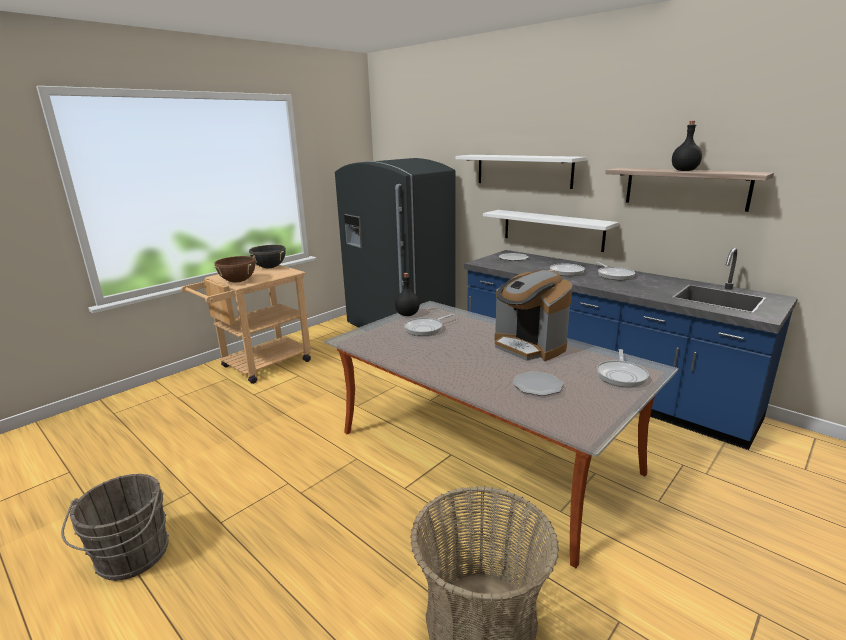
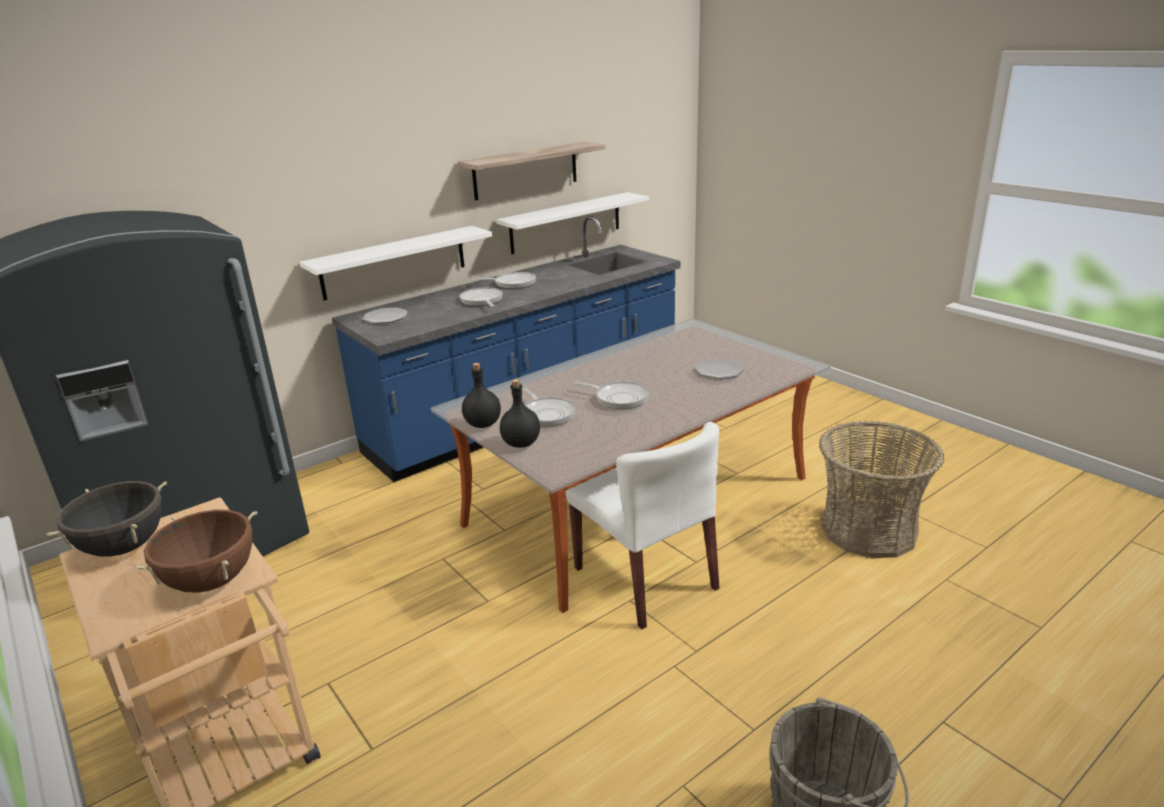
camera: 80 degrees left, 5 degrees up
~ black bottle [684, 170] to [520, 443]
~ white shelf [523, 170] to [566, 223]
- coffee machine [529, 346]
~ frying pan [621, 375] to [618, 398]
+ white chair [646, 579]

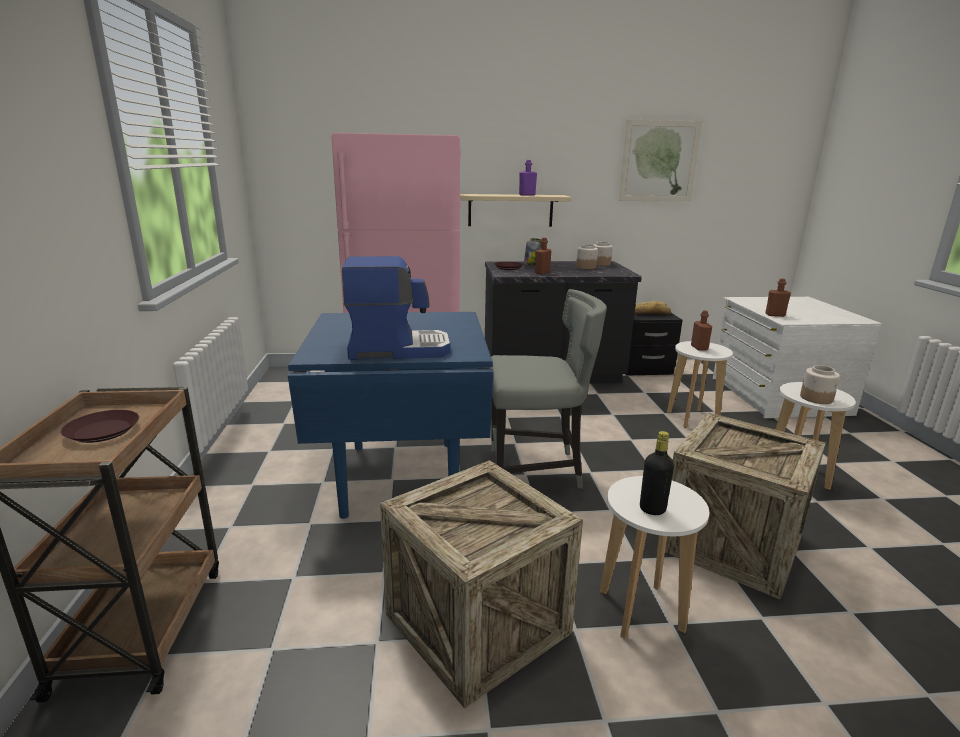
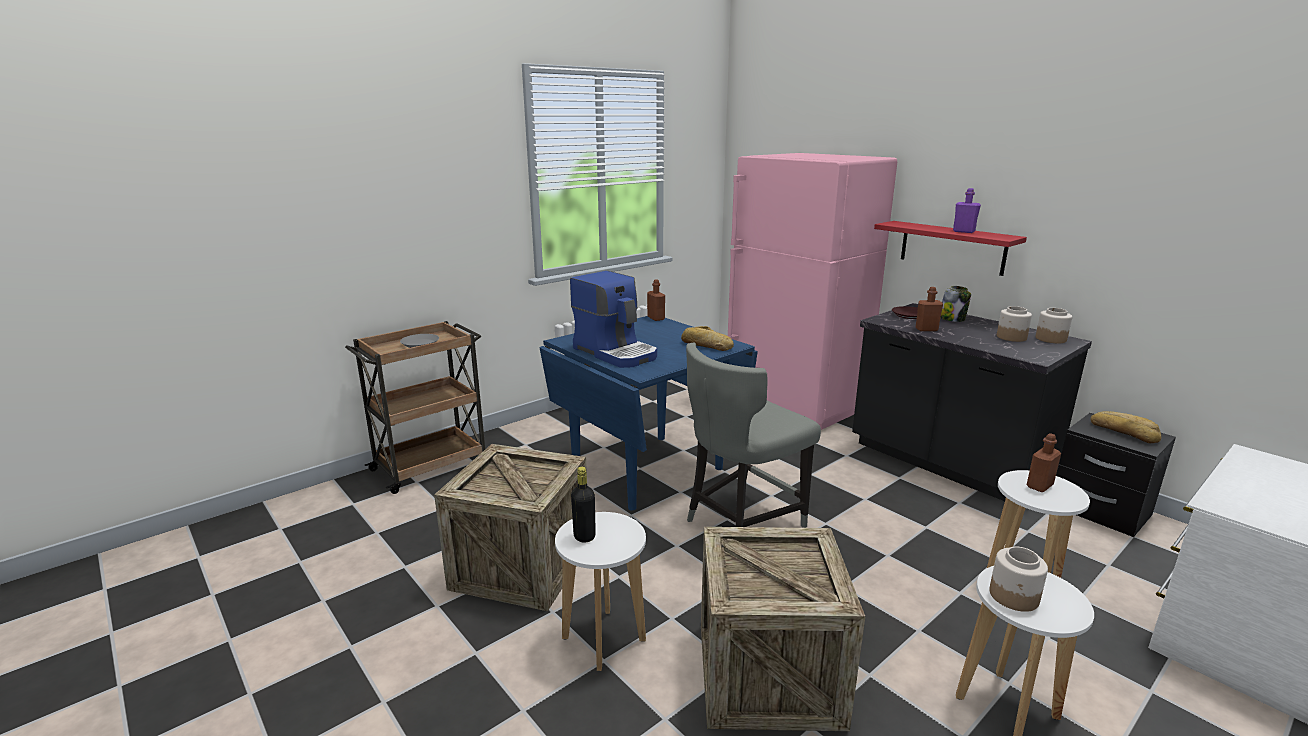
camera: 55 degrees right, 0 degrees up
- picture [659, 161]
~ beige shelf [510, 210] to red shelf [952, 247]
~ brown bottle [775, 315] to [656, 318]
~ grey chair [536, 470] = [741, 522] 90 degrees clockwise
~ brown plate [102, 431] to grey plate [420, 344]
+ bread [706, 345]

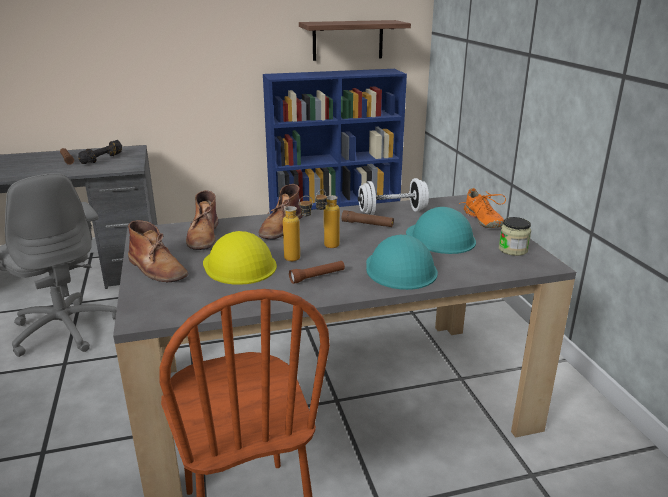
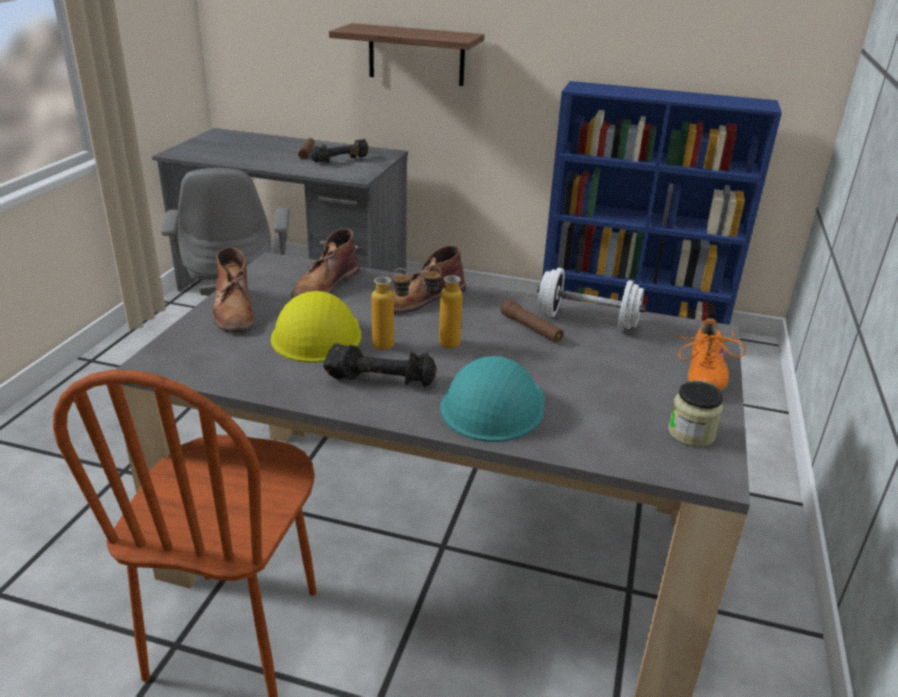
camera: 30 degrees right, 5 degrees up
~ shelf [347, 40] to [416, 55]
- turquoise hard hat [440, 238]
~ brown flashlight [317, 277] to black dumbbell [381, 380]

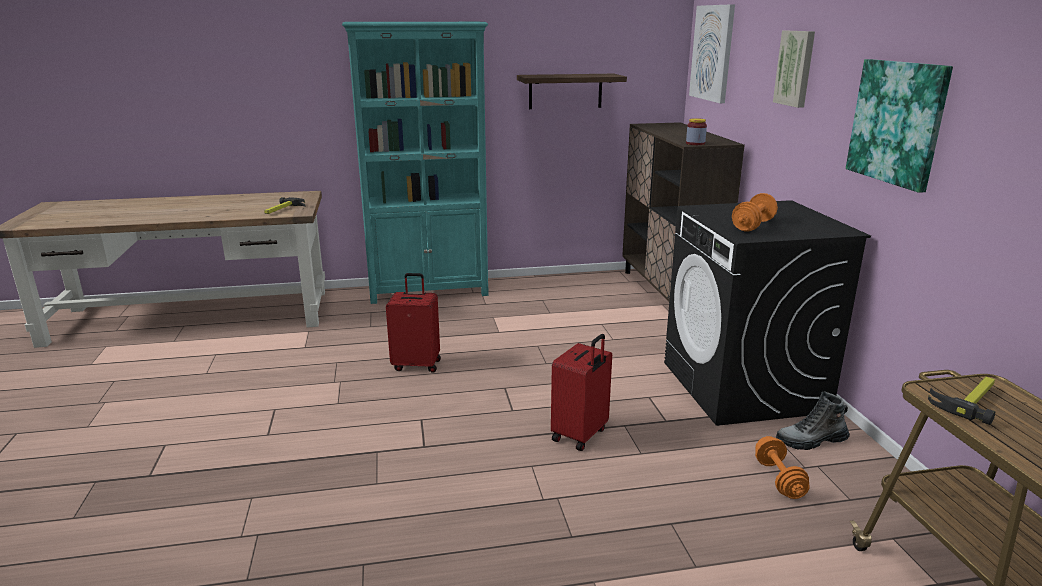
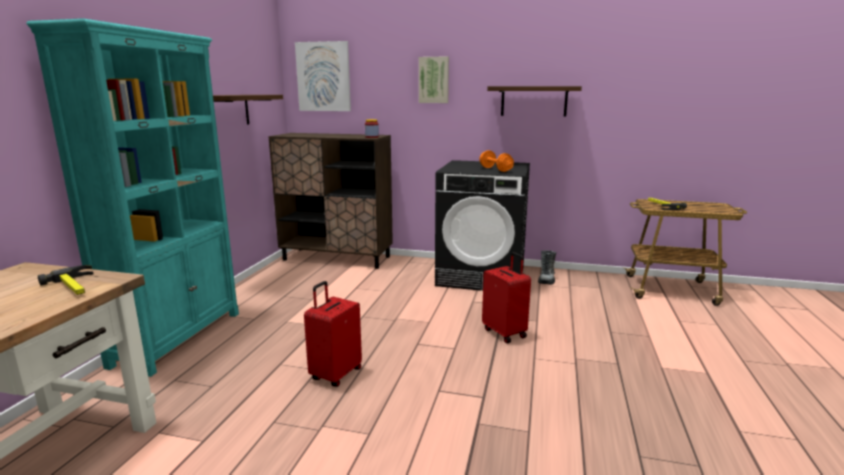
camera: 65 degrees left, 5 degrees down
~ picture [897, 122] to shelf [533, 101]
- orange dumbbell [779, 479]

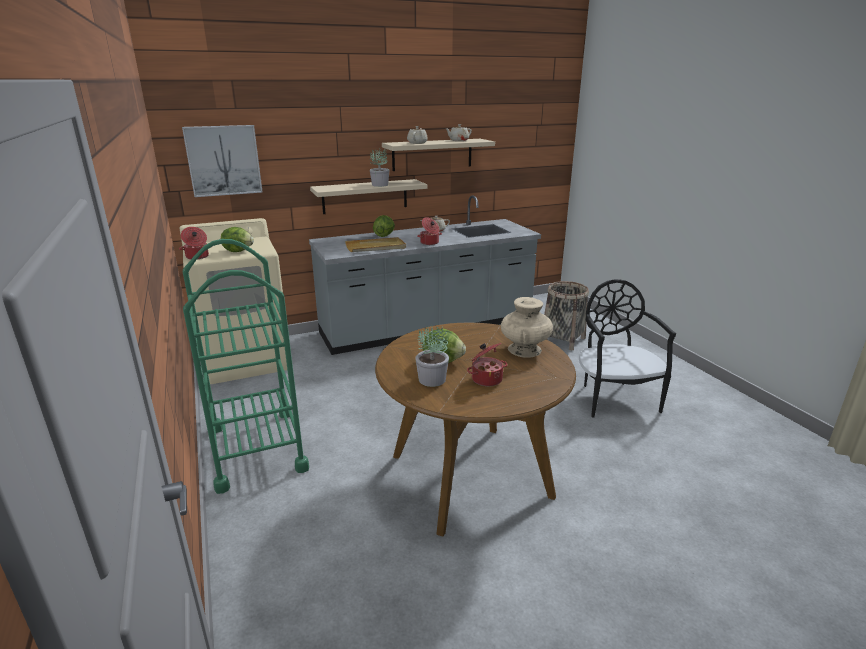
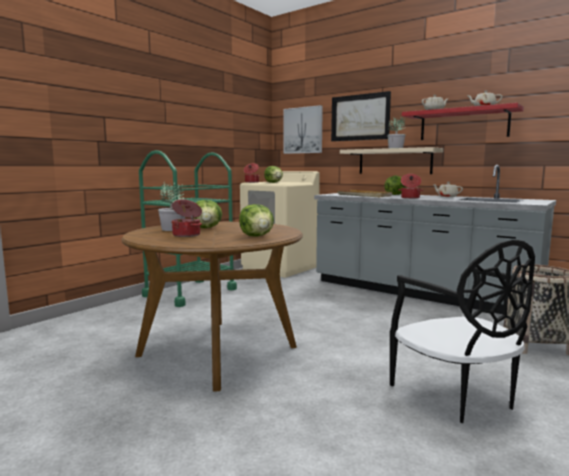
camera: 60 degrees right, 15 degrees down
~ beige shelf [432, 154] to red shelf [463, 124]
~ black chair [614, 398] = [456, 395] 105 degrees clockwise
~ beige vase [524, 349] to lettuce [257, 236]
+ picture [360, 117]

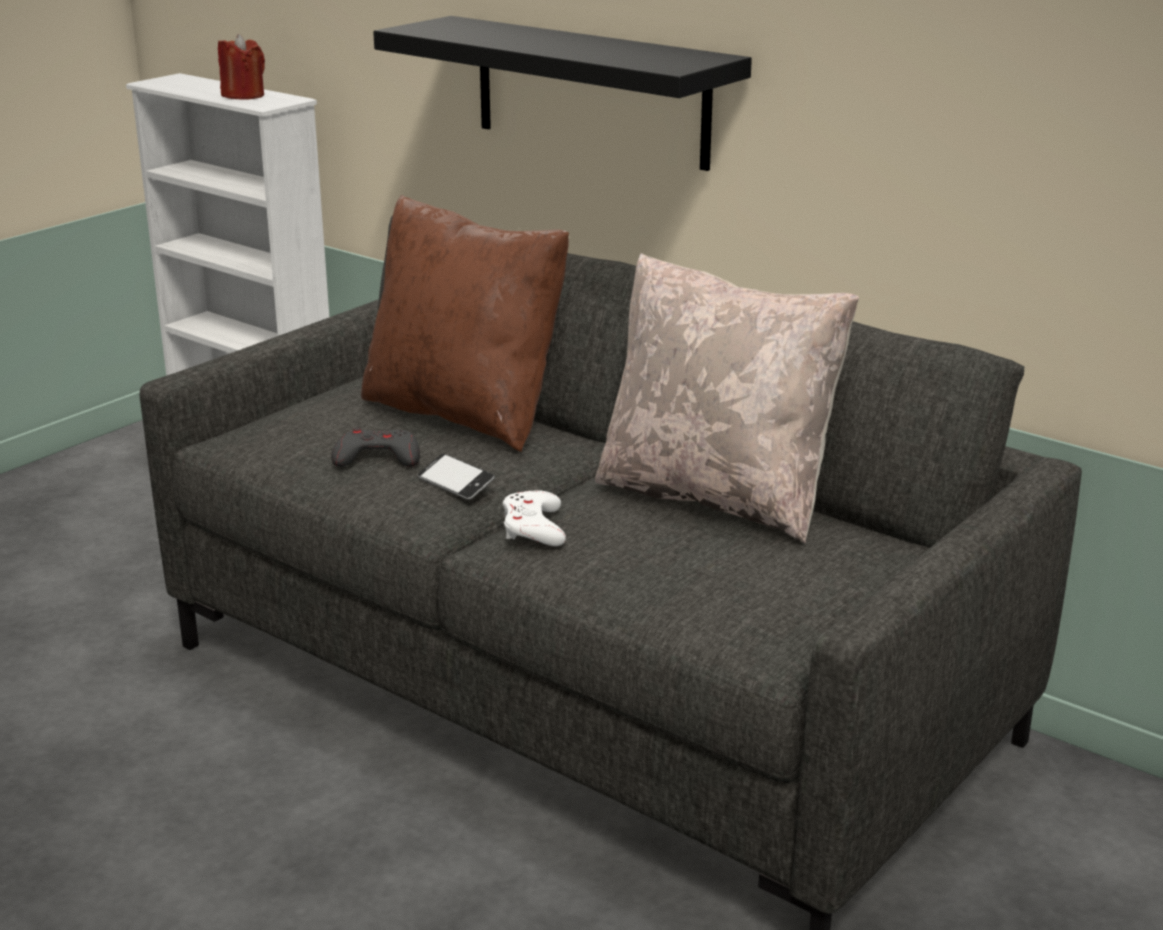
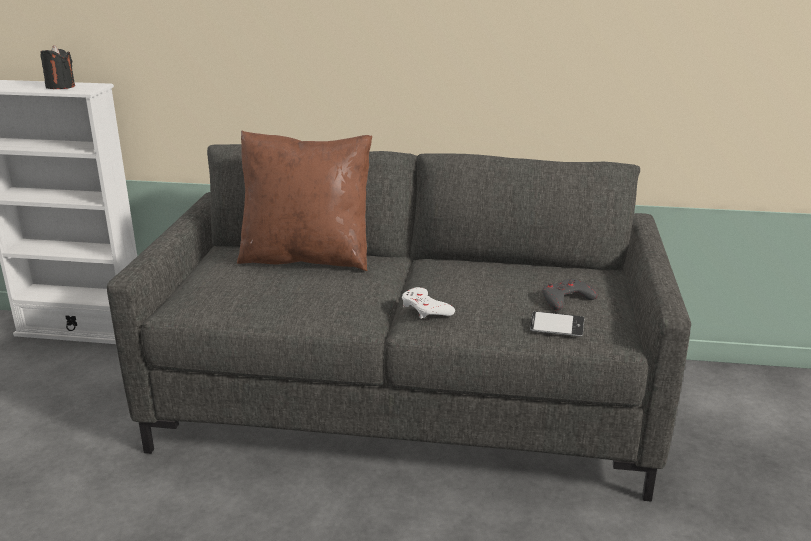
camera: 30 degrees left, 0 degrees up
- black shelf [591, 92]
~ red candle [243, 95] to black candle [60, 86]
- beige pillow [717, 496]
~ grey game controller [377, 457] to [566, 299]
~ phone [456, 483] to [556, 328]

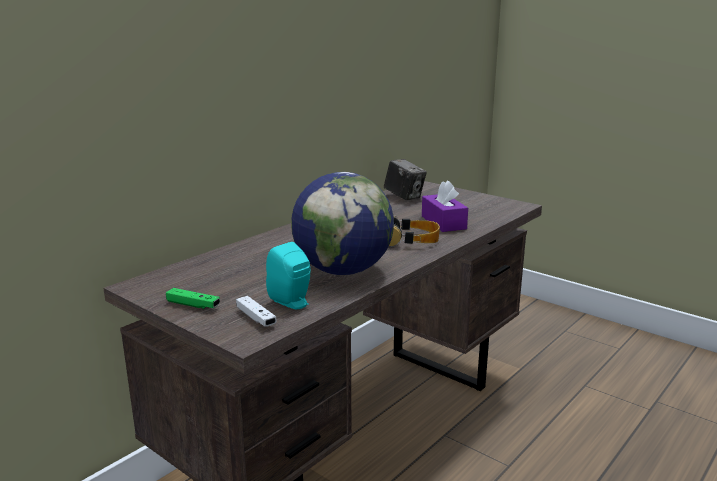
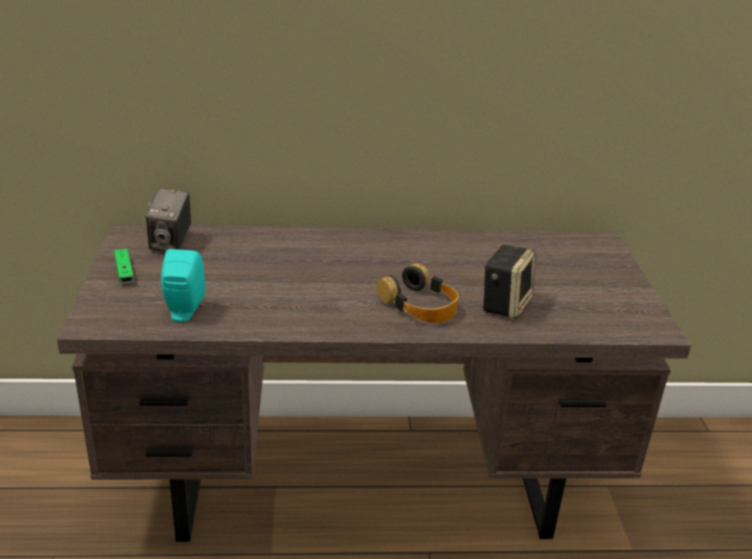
camera: 45 degrees right, 10 degrees up
~ photo camera [404, 197] to [171, 243]
- globe [343, 270]
~ purple tissue box [443, 222] to speaker [505, 304]
- white game controller [256, 318]

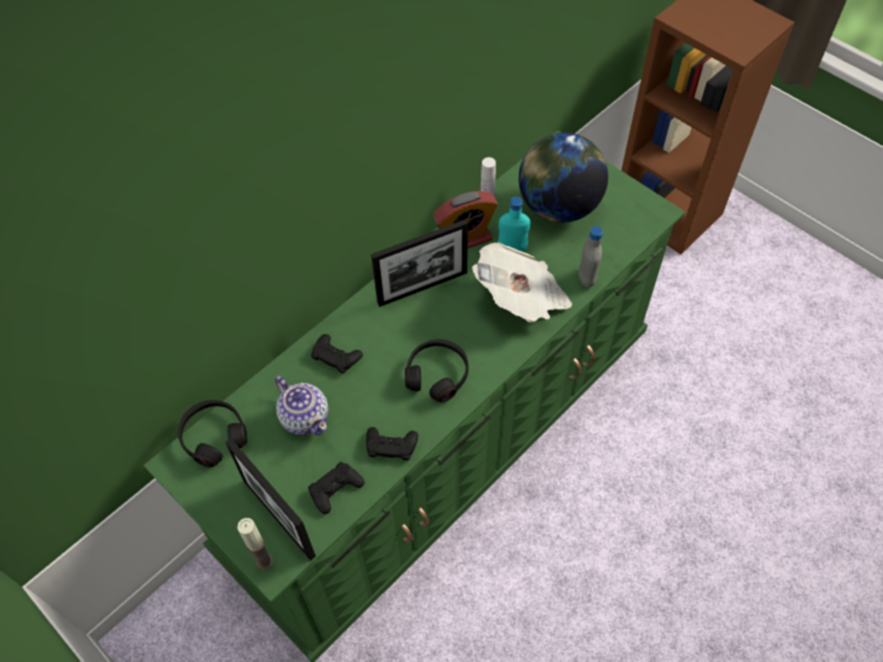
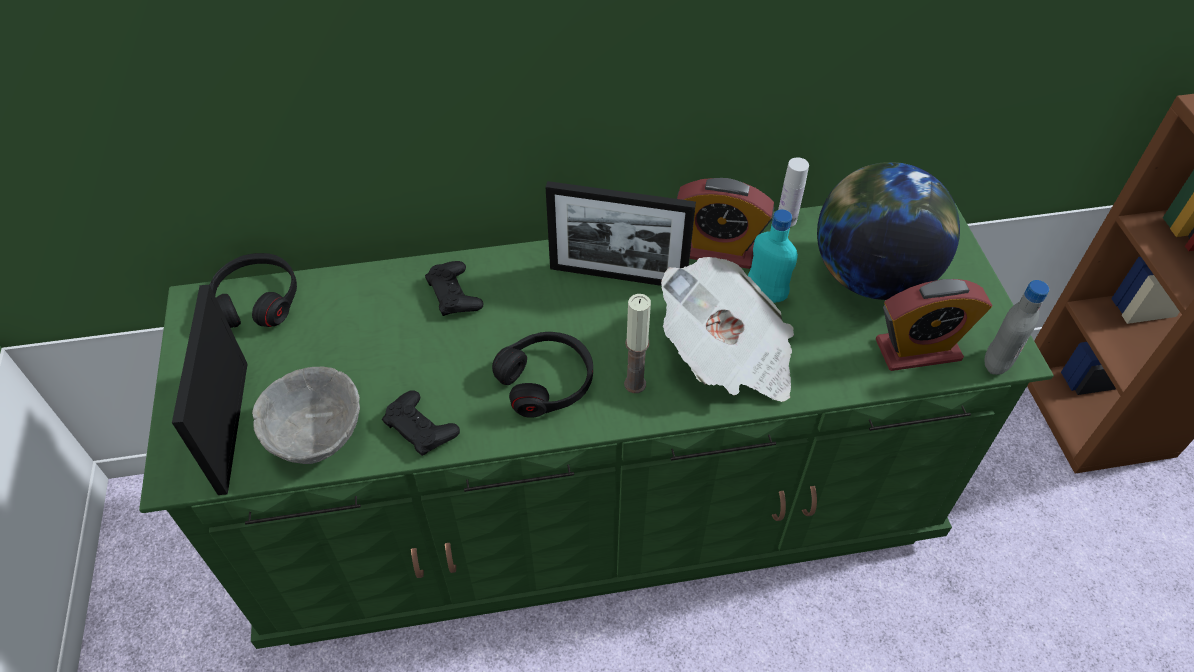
camera: 35 degrees right, 5 degrees down
~ grey bottle [586, 278] to [997, 362]
- teapot [305, 417]
~ black game controller [335, 489] to grey bowl [318, 435]
~ candle [264, 561] to [635, 384]
+ alarm clock [918, 350]

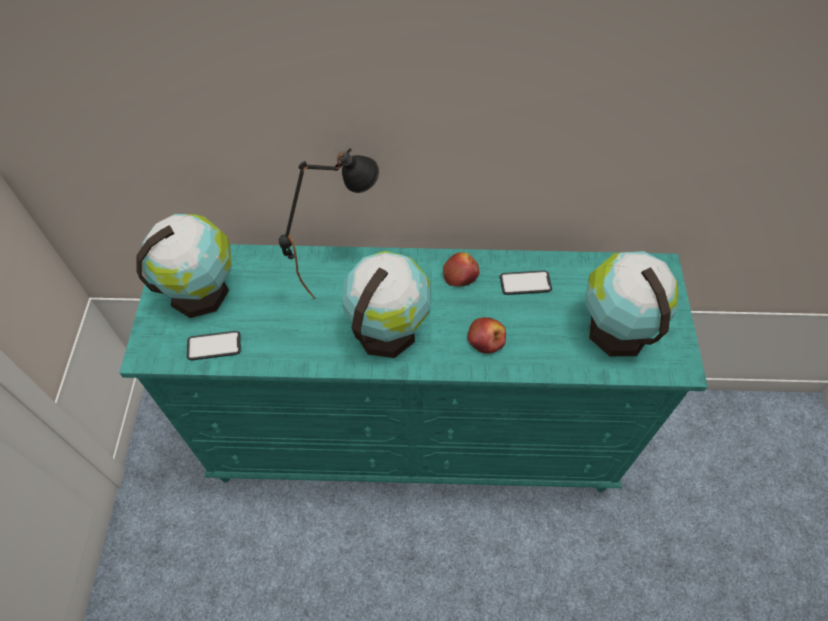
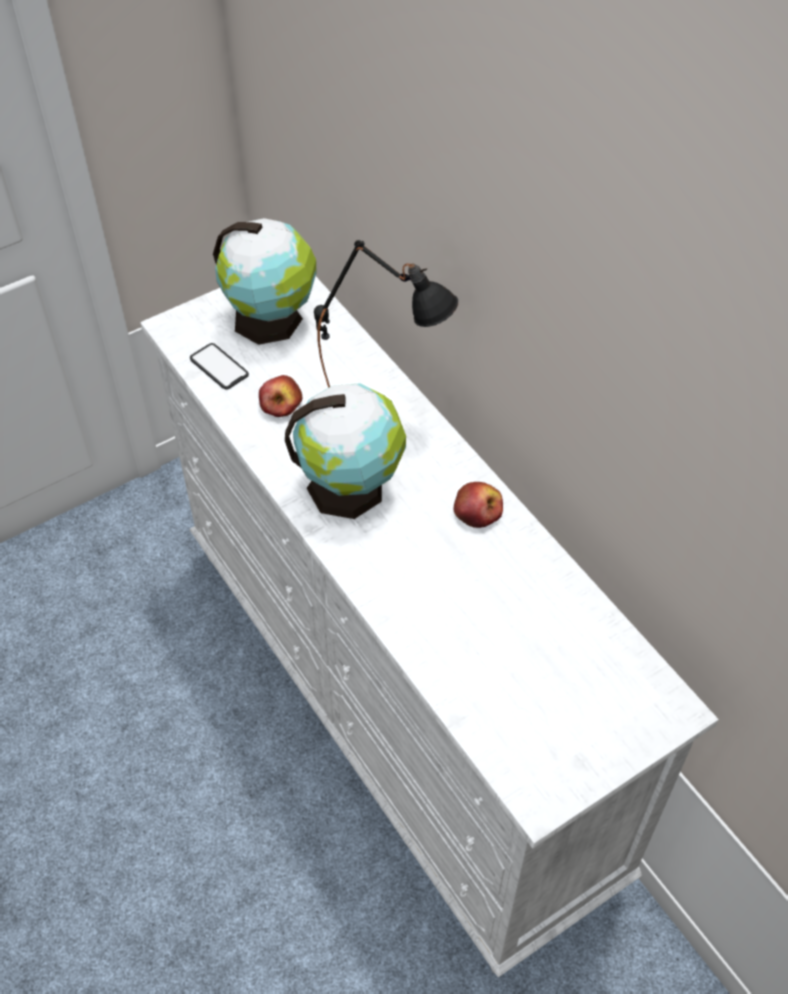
camera: 55 degrees right, 5 degrees down
~ turquoise dresser [415, 439] to white dresser [395, 710]
- globe [615, 328]
- phone [525, 283]
~ apple [486, 339] to [281, 404]

